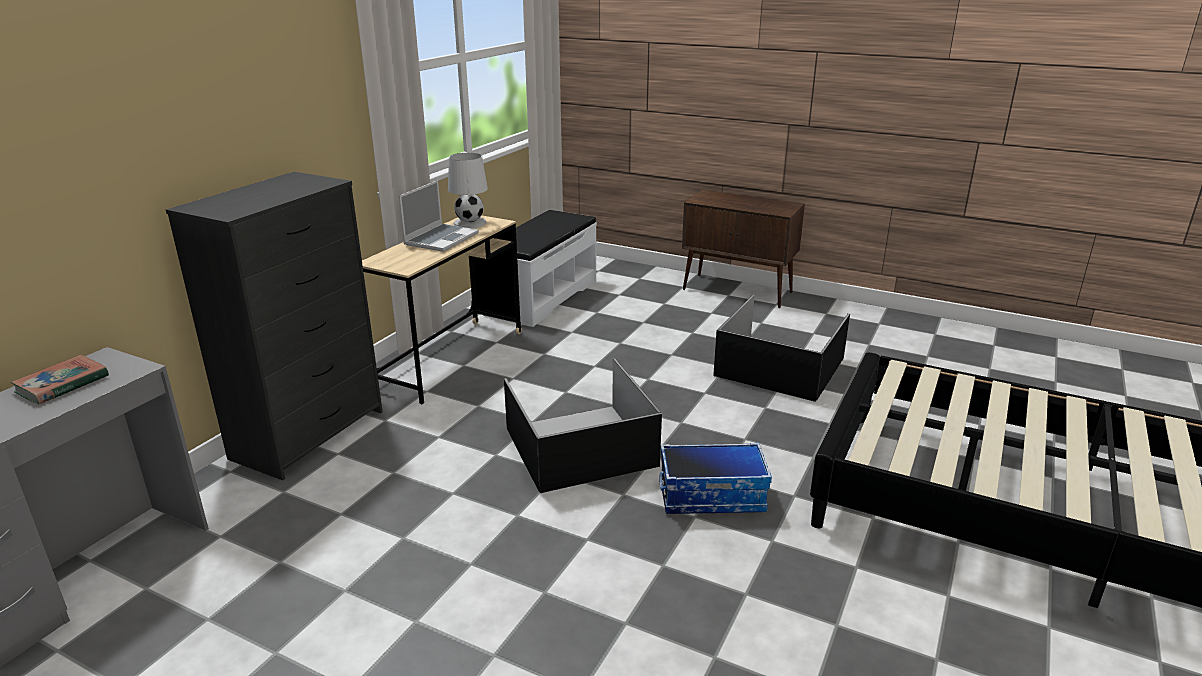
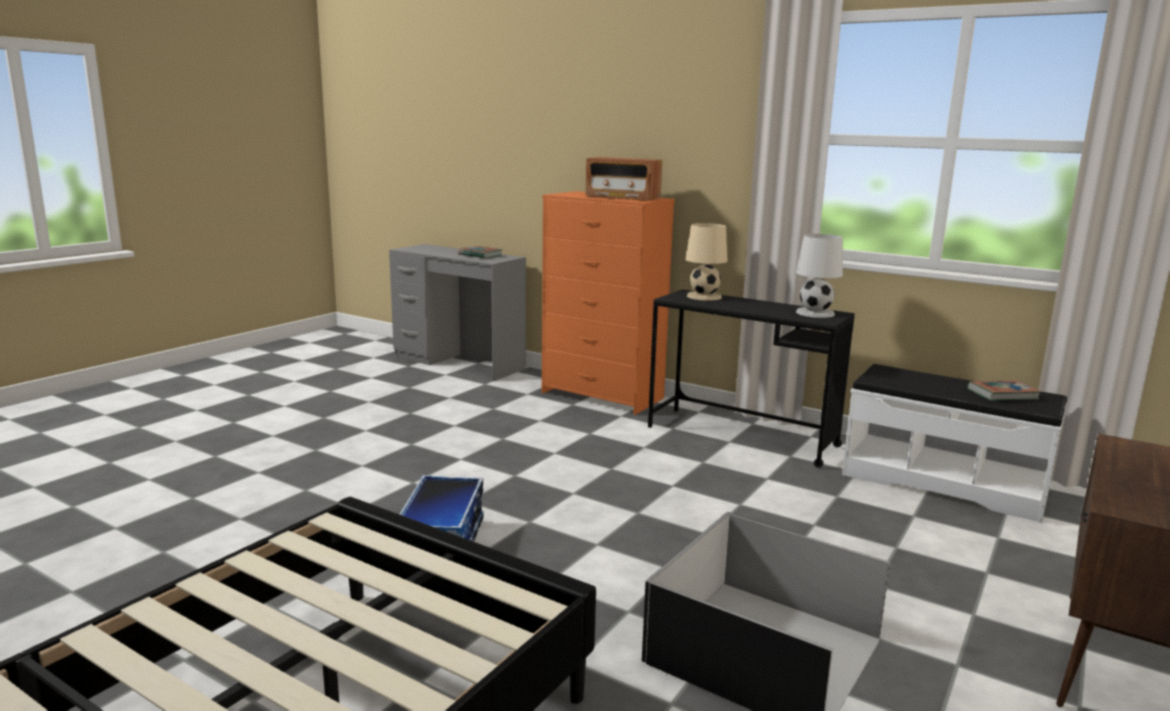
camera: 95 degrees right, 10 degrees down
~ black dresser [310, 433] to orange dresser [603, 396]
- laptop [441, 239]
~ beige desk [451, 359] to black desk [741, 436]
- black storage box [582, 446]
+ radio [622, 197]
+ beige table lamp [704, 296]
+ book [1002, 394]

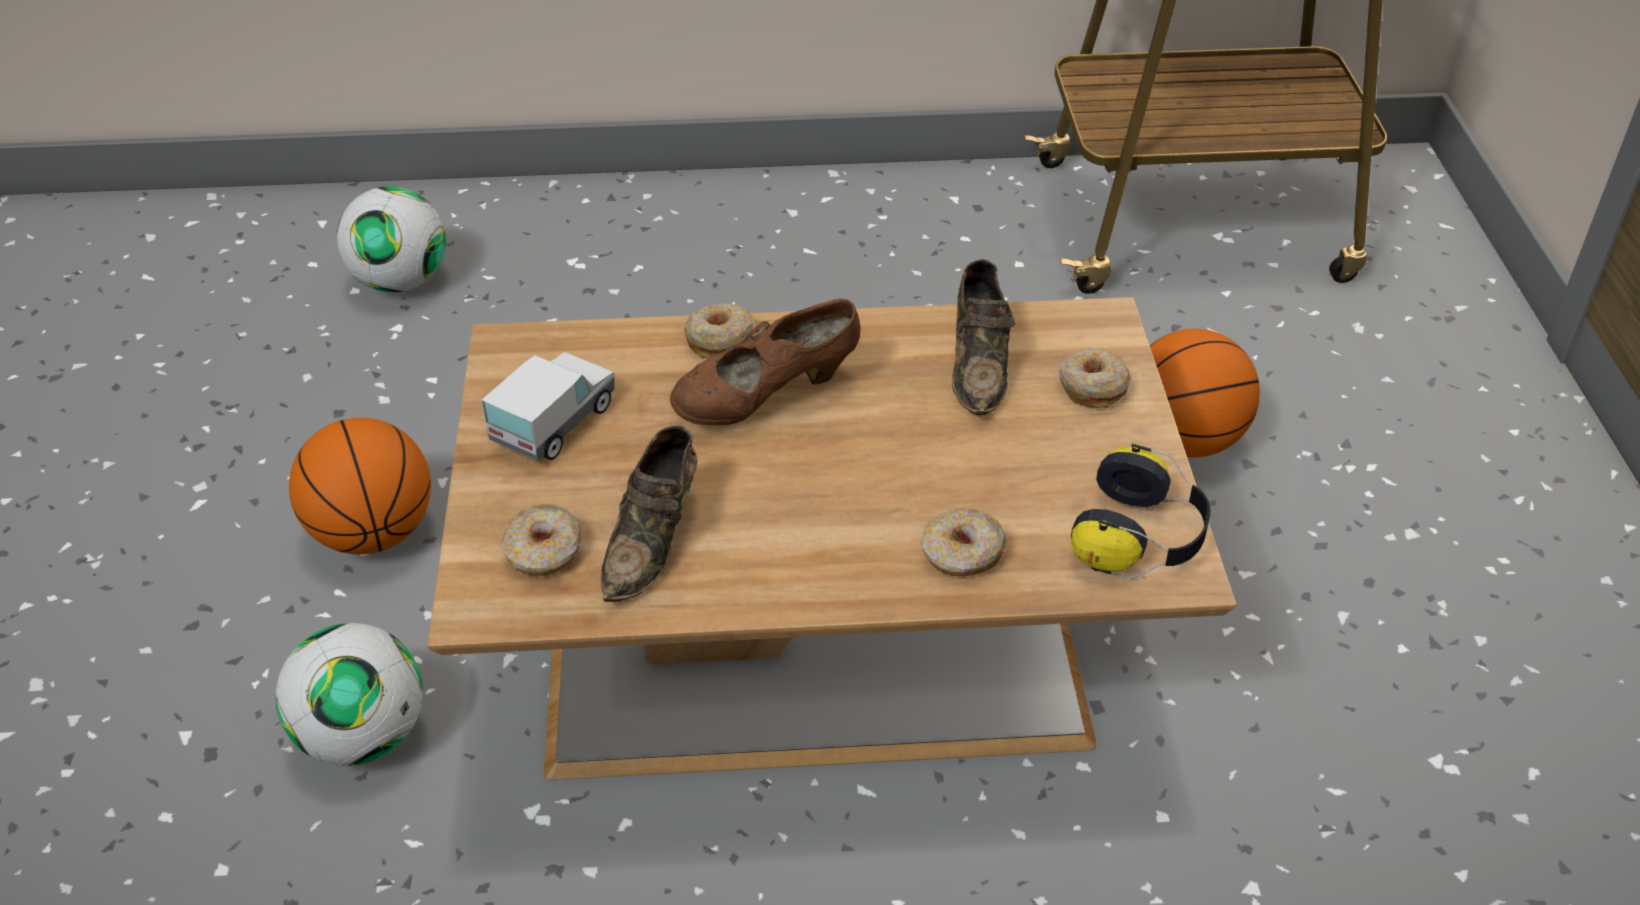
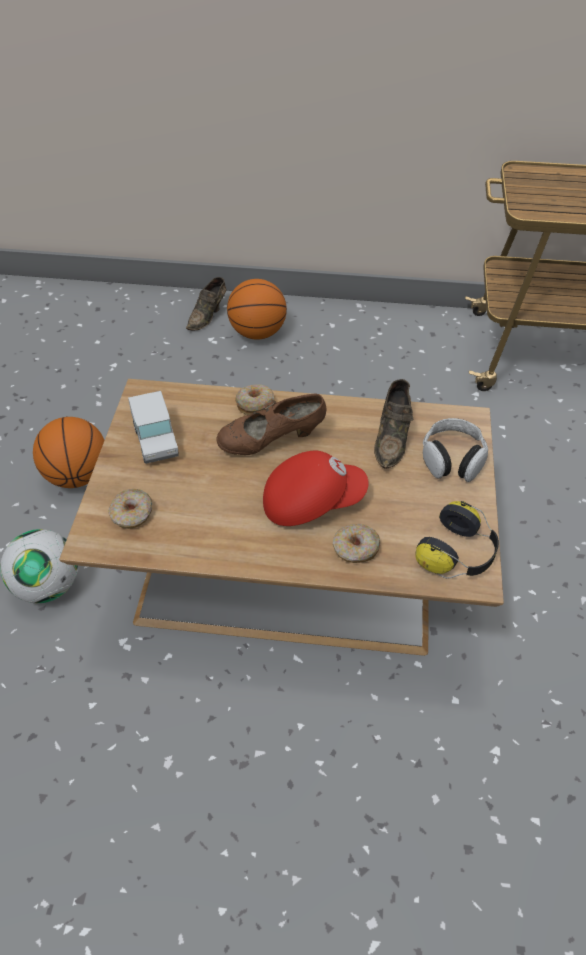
camera: 10 degrees right, 5 degrees up
- football [400, 281]
~ basketball [1183, 440] to [257, 333]
~ donut [1091, 387] to headphones [452, 459]
~ toy truck [554, 424] = [155, 441] 120 degrees clockwise
~ brown shoe [654, 542] to [208, 316]
+ red cap [311, 501]

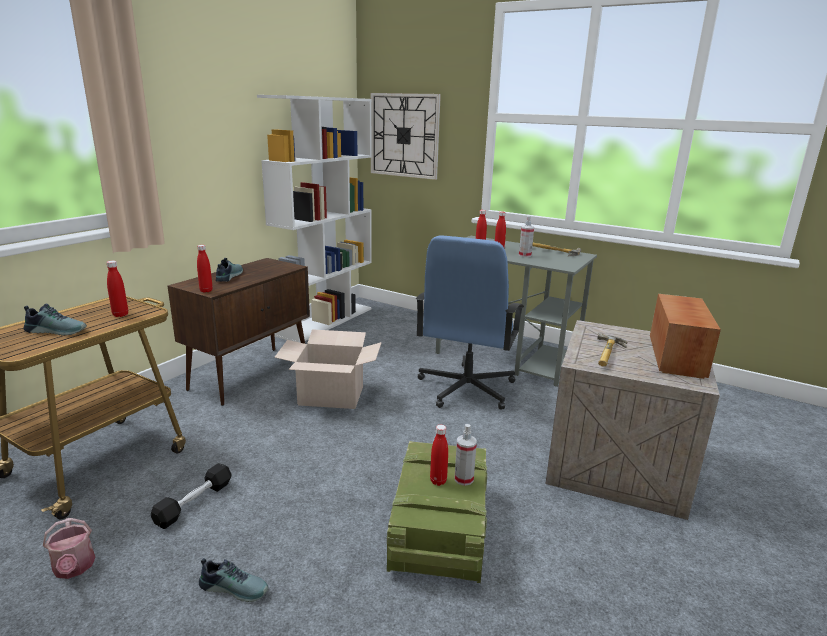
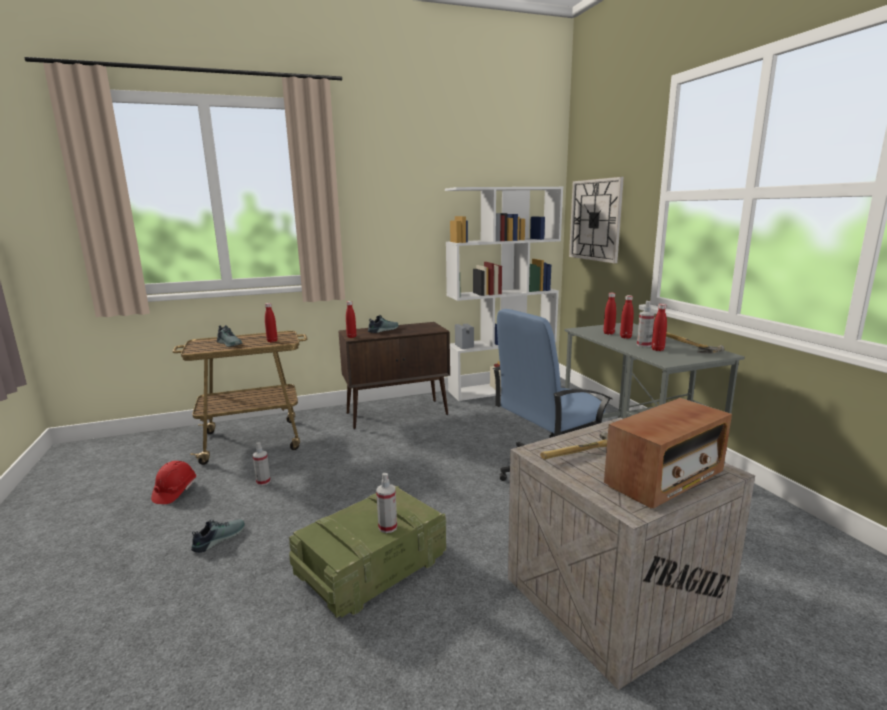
camera: 40 degrees right, 5 degrees down
- cardboard box [331, 395]
~ red bottle [438, 481] to [657, 349]
~ black dumbbell [194, 503] to spray bottle [263, 482]
~ watering can [74, 568] to red hard hat [175, 492]
~ shoe [235, 587] = [218, 538] 105 degrees counterclockwise

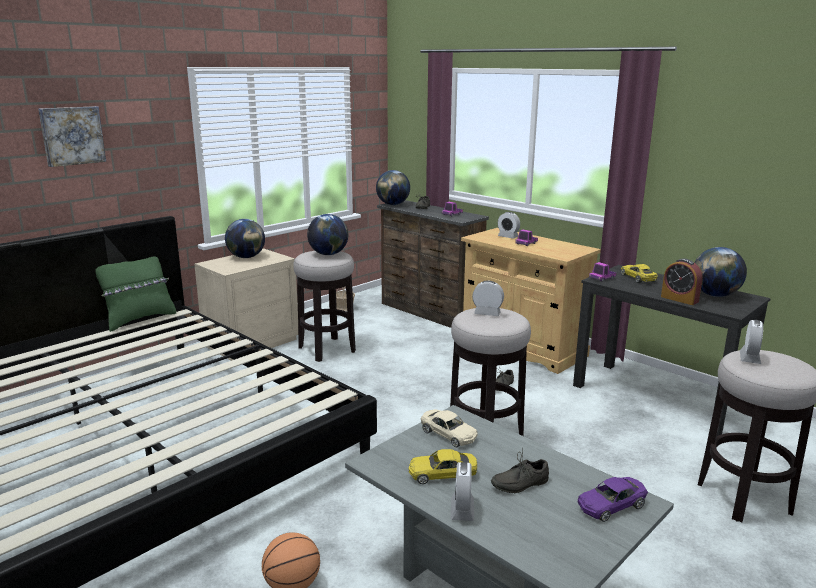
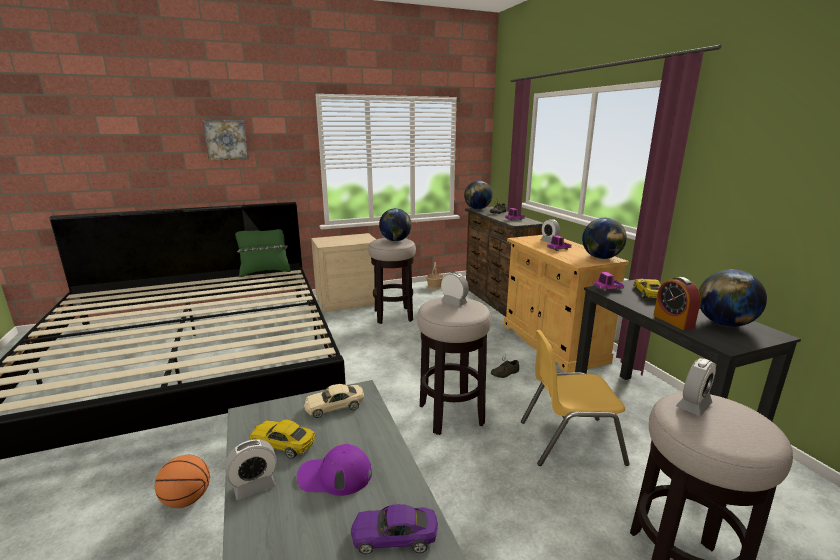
camera: 25 degrees right, 0 degrees up
~ globe [246, 257] to [601, 258]
~ beige toy car [448, 434] = [334, 406] 90 degrees clockwise
~ grey shoe [518, 483] to purple cap [335, 475]
~ alarm clock [462, 510] = [254, 486] 150 degrees counterclockwise
+ yellow chair [569, 441]

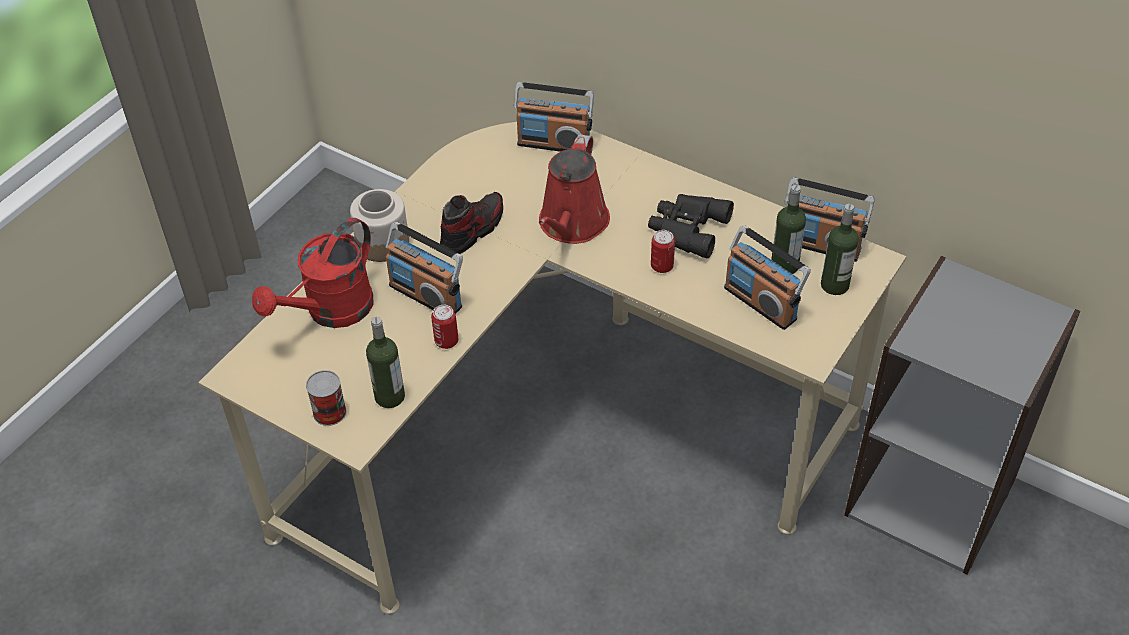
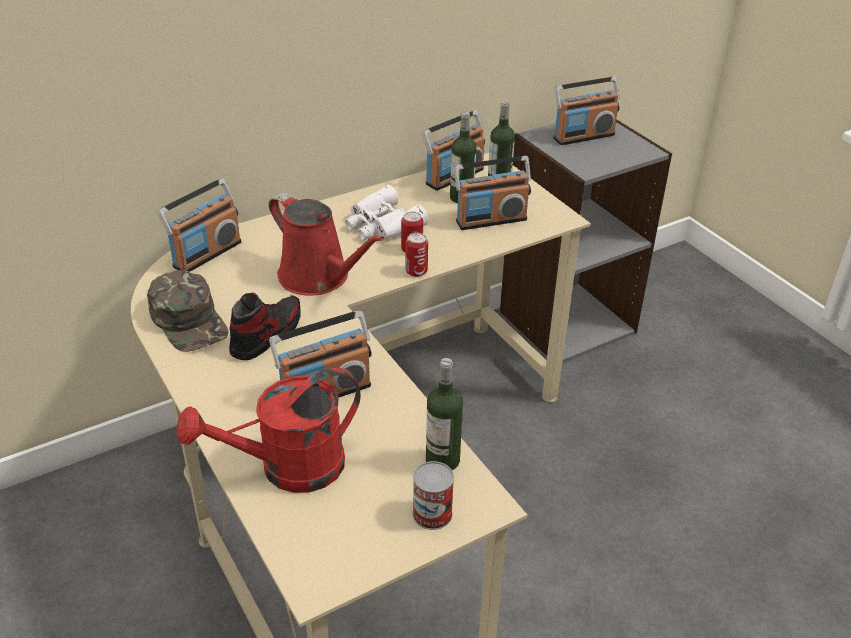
camera: 65 degrees left, 10 degrees down
- jar [382, 244]
~ shoe [472, 230] = [266, 335] 60 degrees clockwise
~ black binoculars [686, 229] to white binoculars [381, 225]
~ red watering can [331, 312] = [288, 469] 90 degrees clockwise
~ can [446, 341] to [416, 271]
+ radio [583, 136]
+ green cap [189, 320]

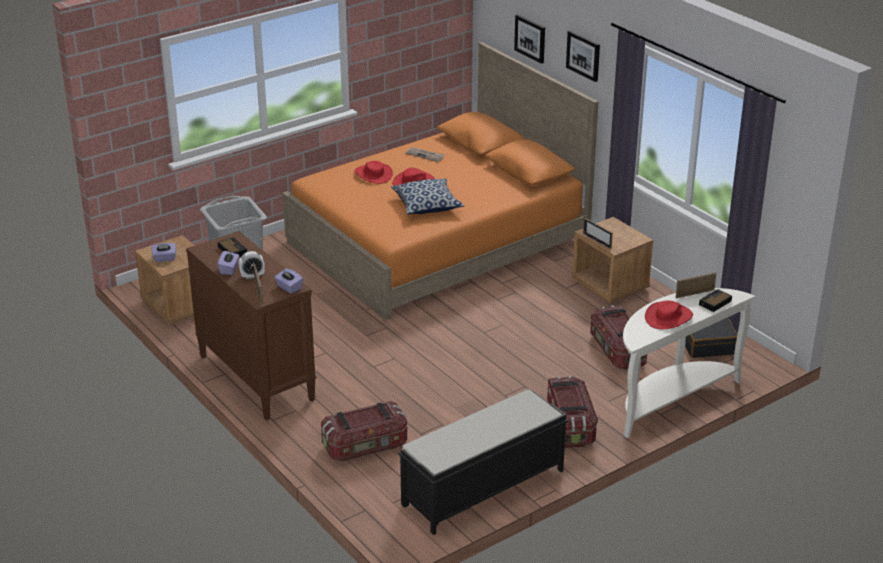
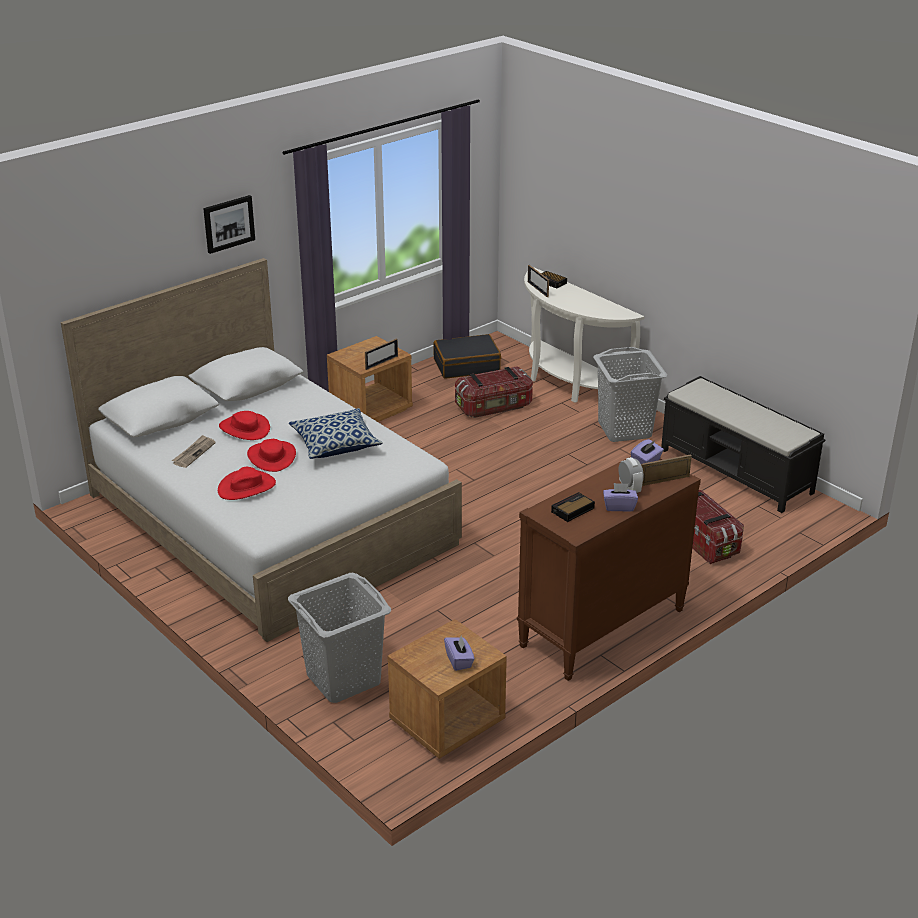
camera: 95 degrees left, 0 degrees up
- picture [530, 38]
~ orange bed [438, 242] to white bed [271, 518]
~ red hat [668, 317] to [244, 428]
~ storage box [570, 425] to grey laundry basket [624, 430]

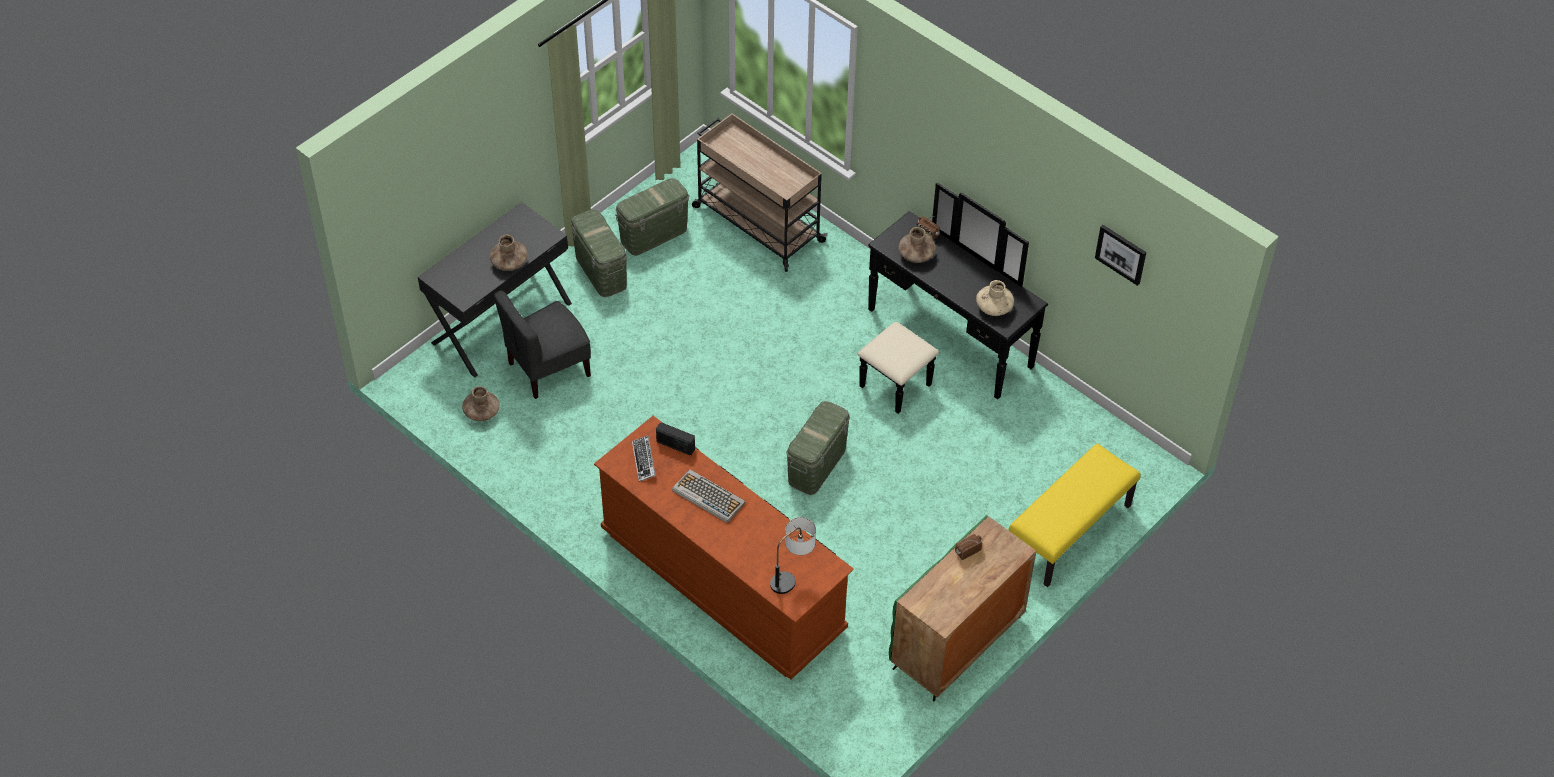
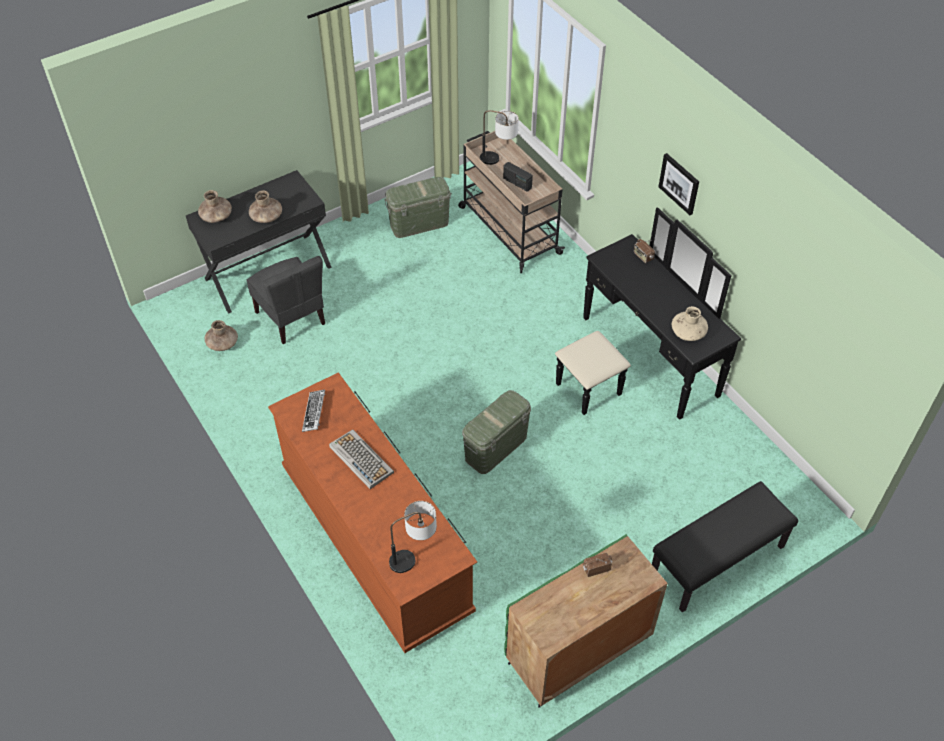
camera: 15 degrees right, 0 degrees up
- green storage box [600, 271]
~ picture [1121, 254] to [679, 183]
~ brown vase [916, 254] to [216, 216]
~ grey chair [548, 369] = [291, 318] 105 degrees counterclockwise
~ radio [675, 445] to [517, 183]
~ yellow bench [1069, 532] to black bench [717, 561]
+ table lamp [498, 160]

